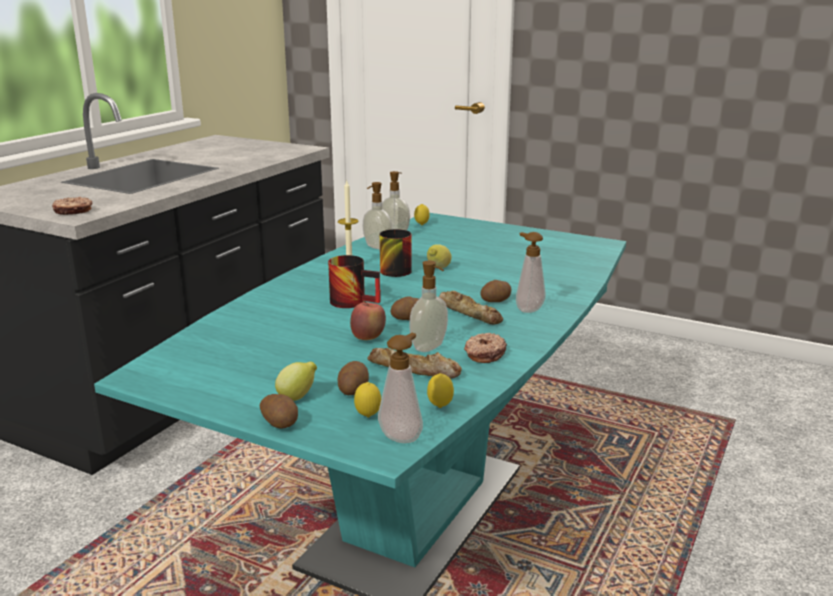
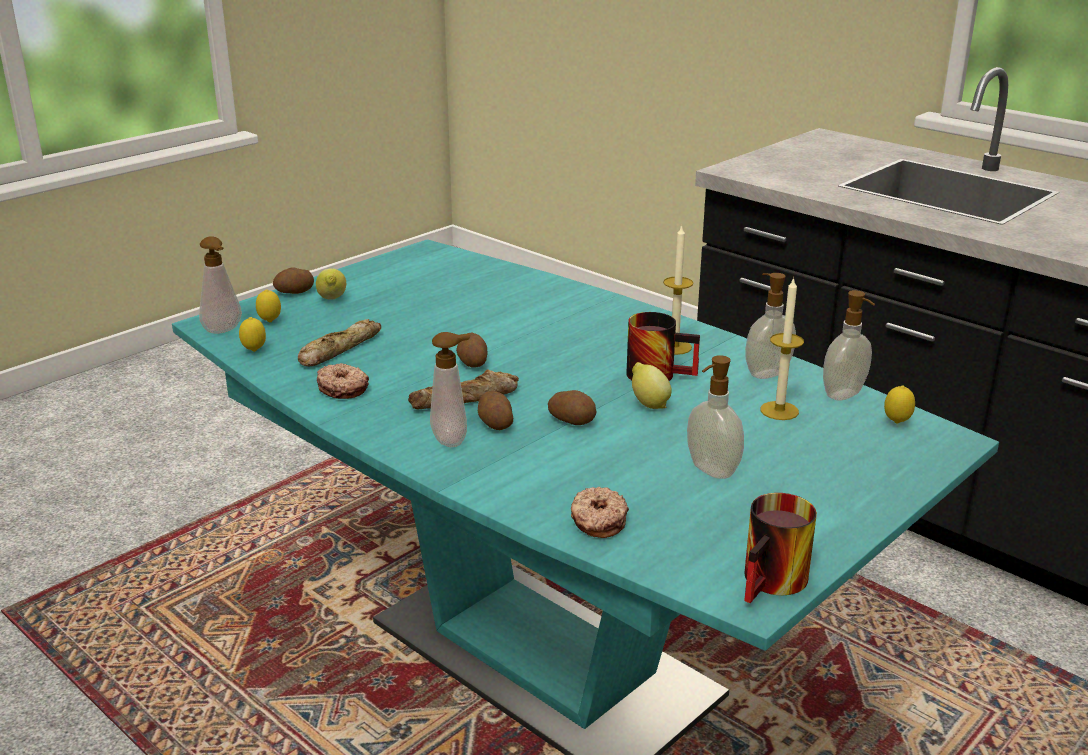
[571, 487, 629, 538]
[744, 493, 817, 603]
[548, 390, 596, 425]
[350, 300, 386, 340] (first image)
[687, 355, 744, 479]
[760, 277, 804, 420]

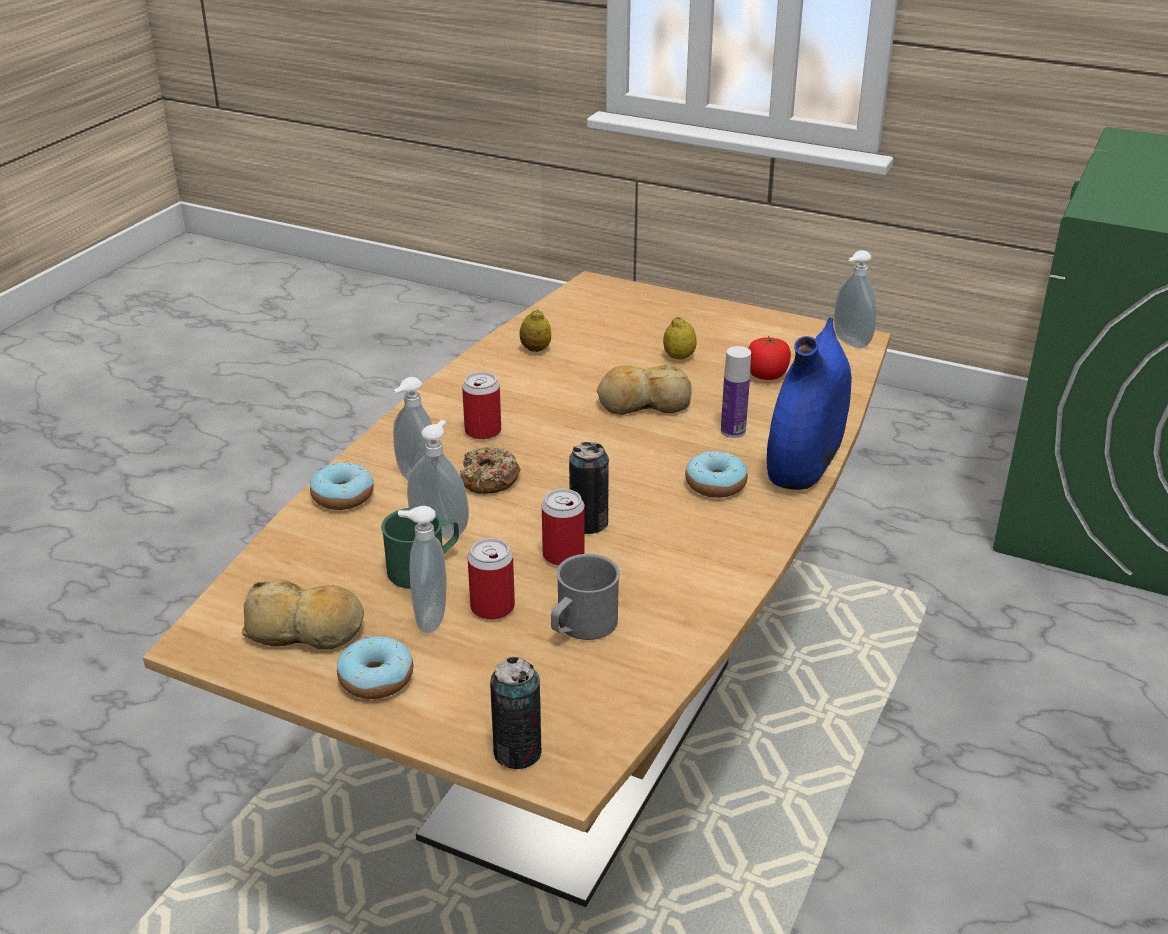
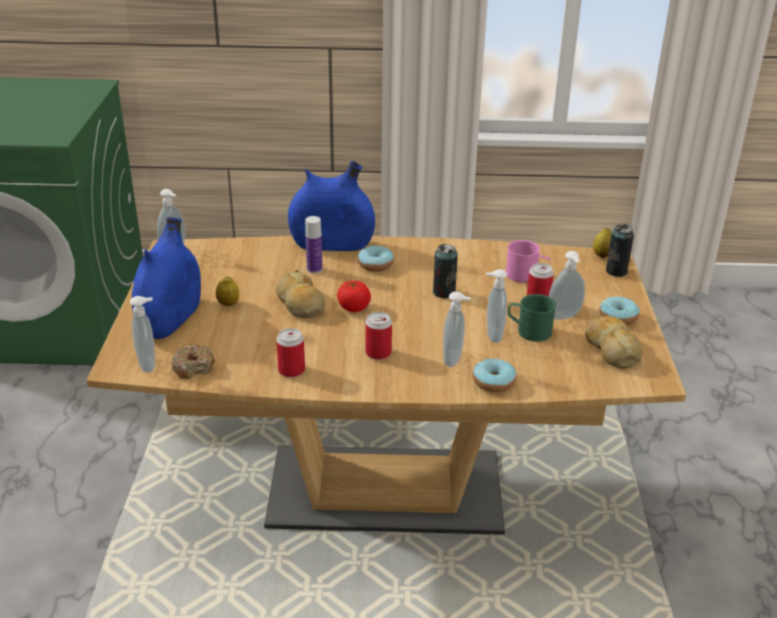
[172, 344, 215, 379]
[593, 228, 611, 258]
[276, 328, 305, 378]
[506, 240, 550, 283]
[337, 281, 371, 312]
[130, 296, 155, 373]
[132, 217, 201, 339]

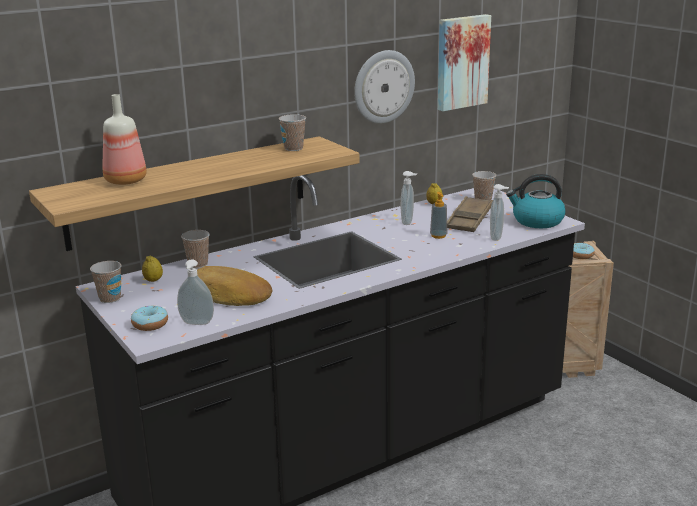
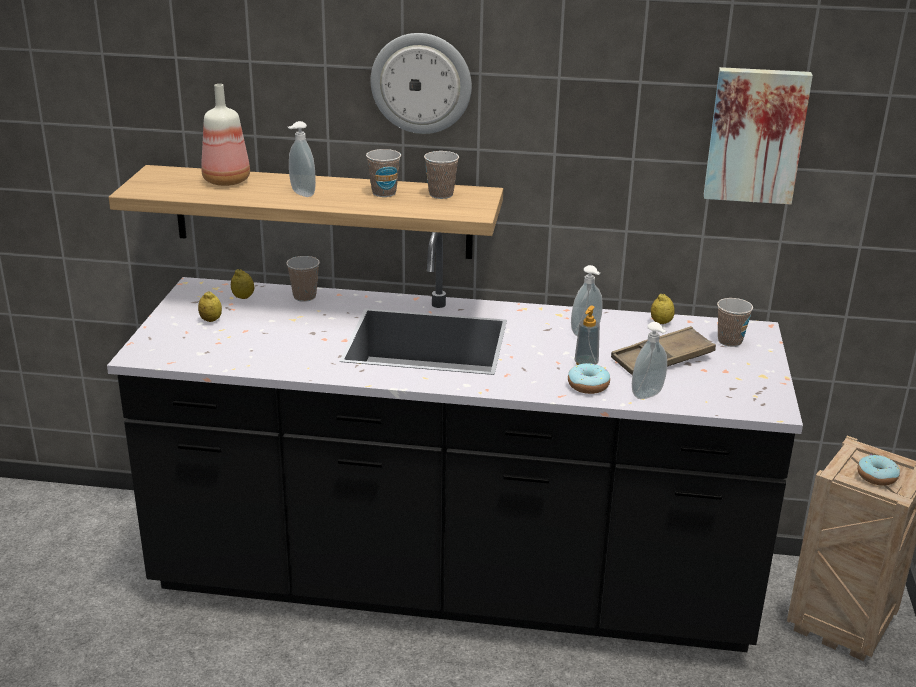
[366, 149, 401, 197]
[568, 363, 610, 394]
[288, 121, 316, 197]
[197, 266, 272, 306] (first image)
[371, 33, 472, 134]
[506, 174, 566, 228] (first image)
[198, 291, 222, 322]

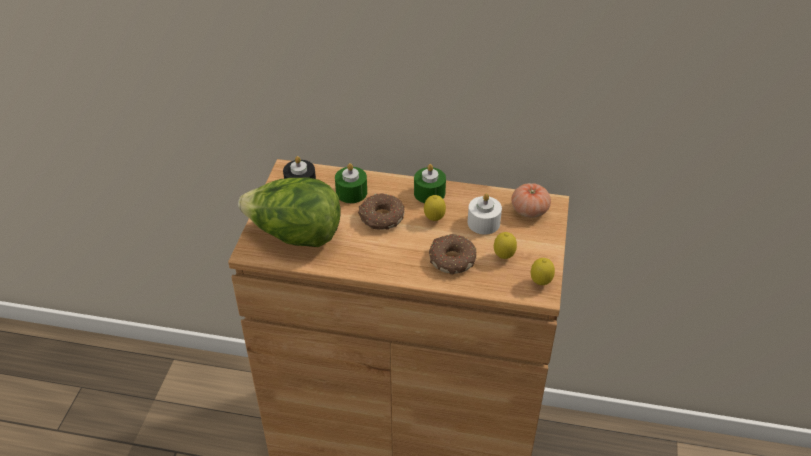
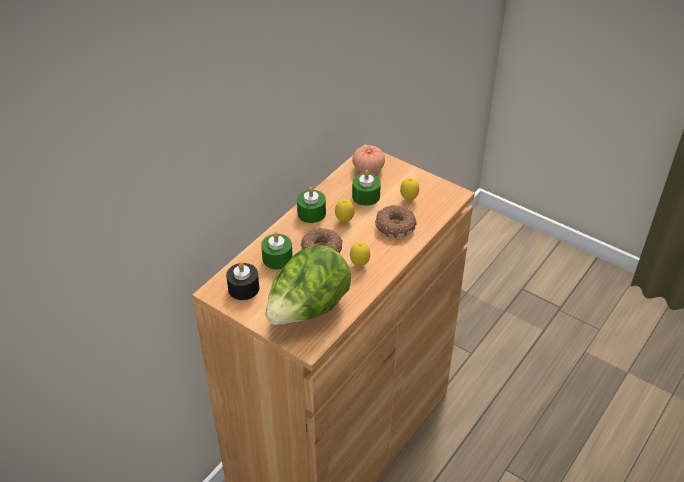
[352, 170, 381, 206]
[350, 242, 370, 266]

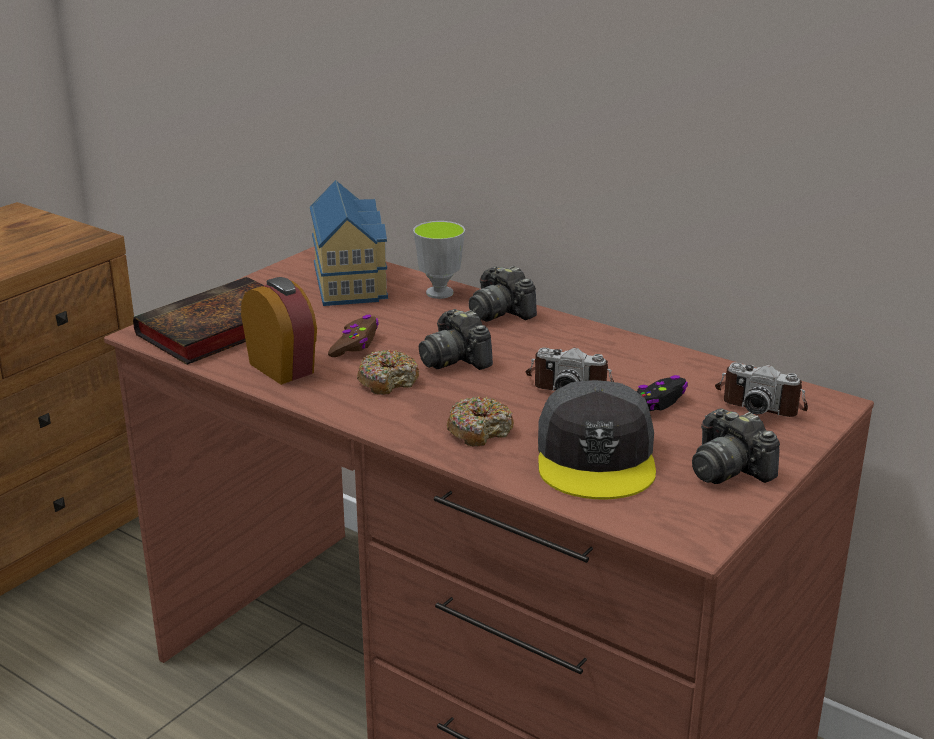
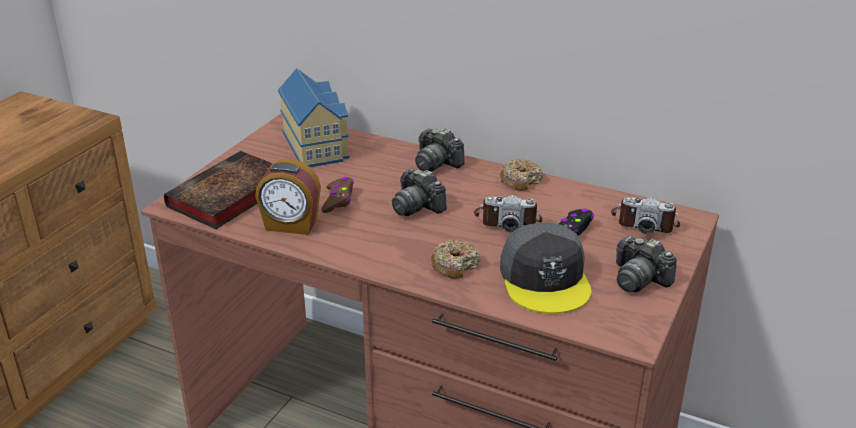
[255, 159, 321, 235]
[500, 159, 543, 191]
[413, 221, 465, 299] (first image)

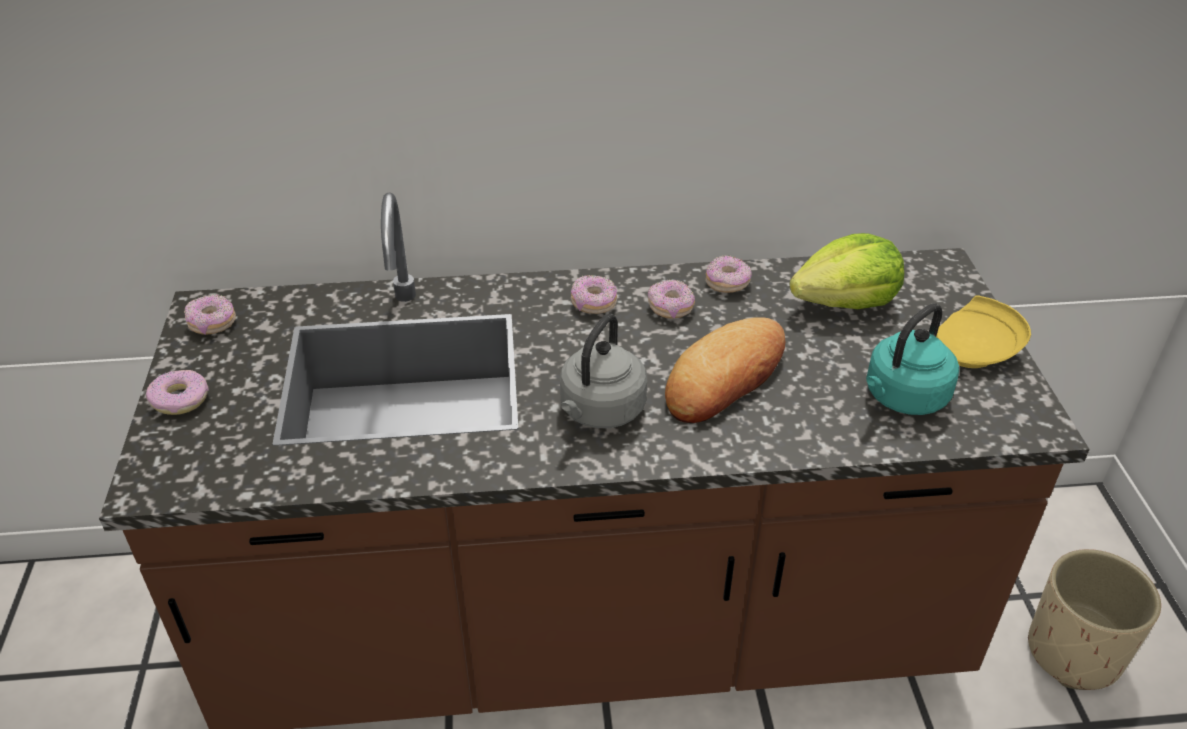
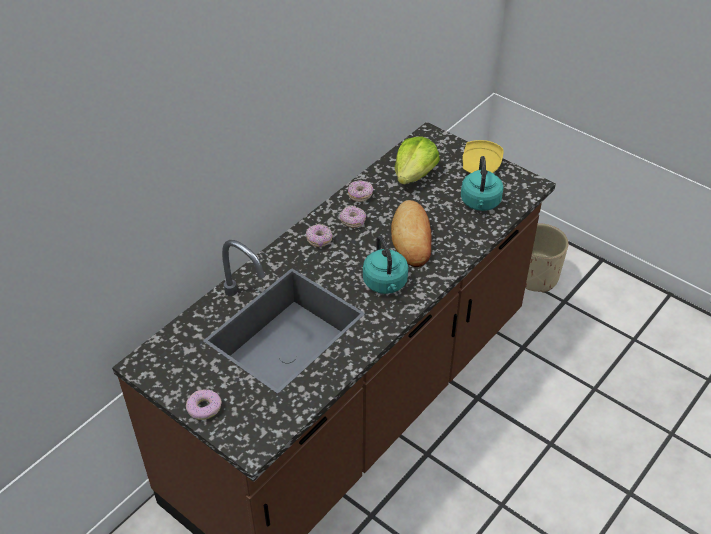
[184, 294, 236, 335] (first image)
[363, 236, 408, 294]

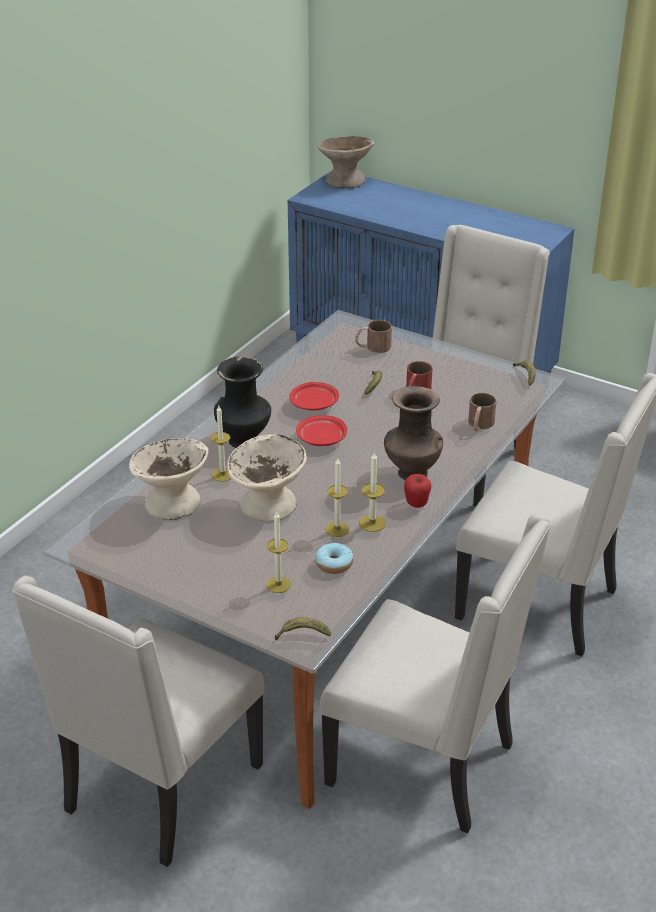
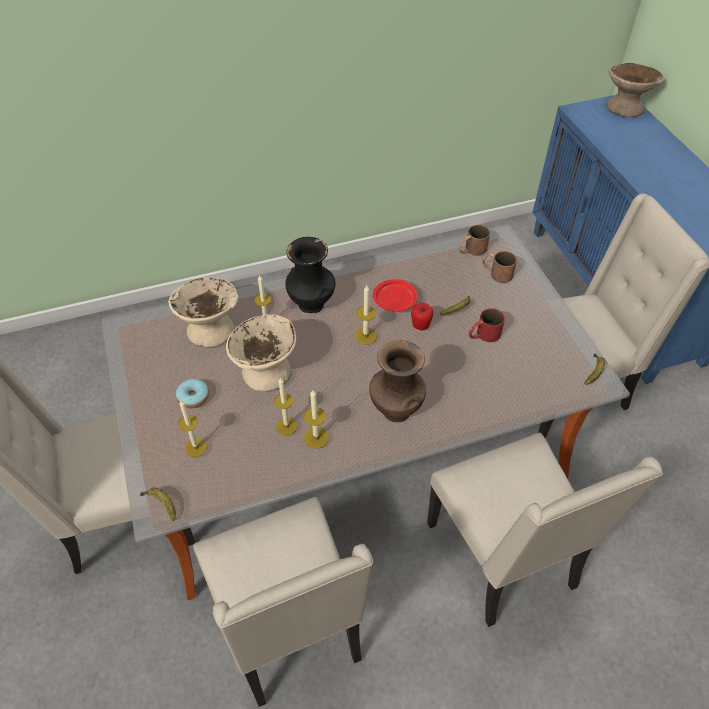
[355, 285, 377, 345]
[176, 379, 209, 408]
[411, 302, 433, 330]
[459, 225, 490, 256]

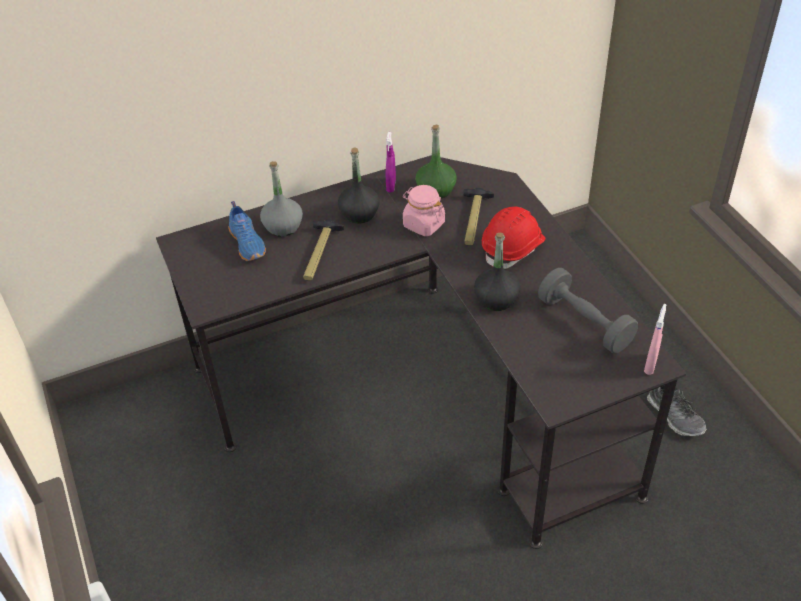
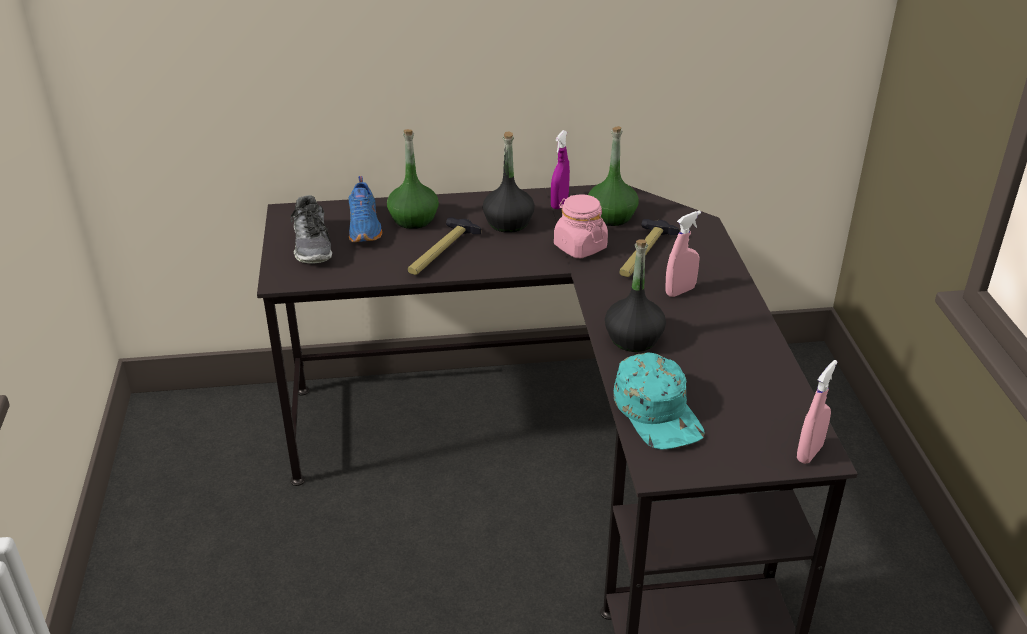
[387, 129, 439, 229]
[666, 210, 701, 297]
[538, 268, 638, 353] (first image)
[291, 195, 332, 264]
[613, 352, 705, 450]

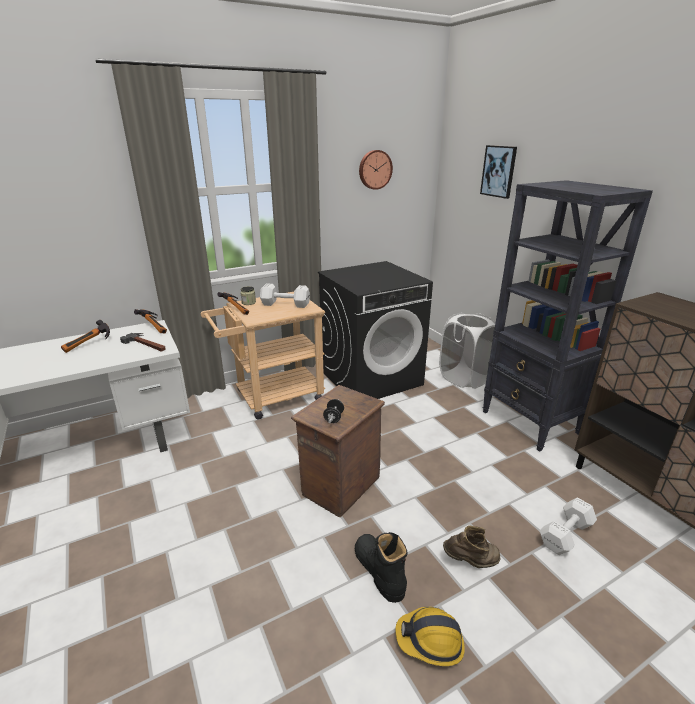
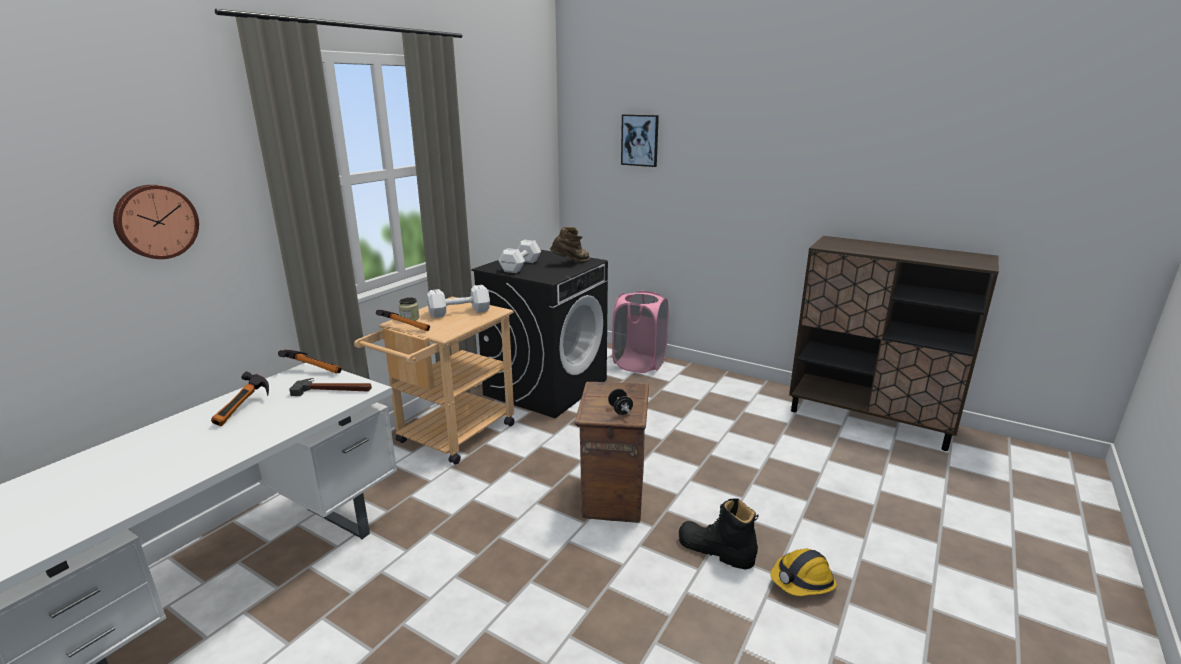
[113, 185, 199, 259]
[612, 290, 669, 373]
[550, 227, 590, 263]
[483, 180, 653, 452] (first image)
[498, 240, 541, 273]

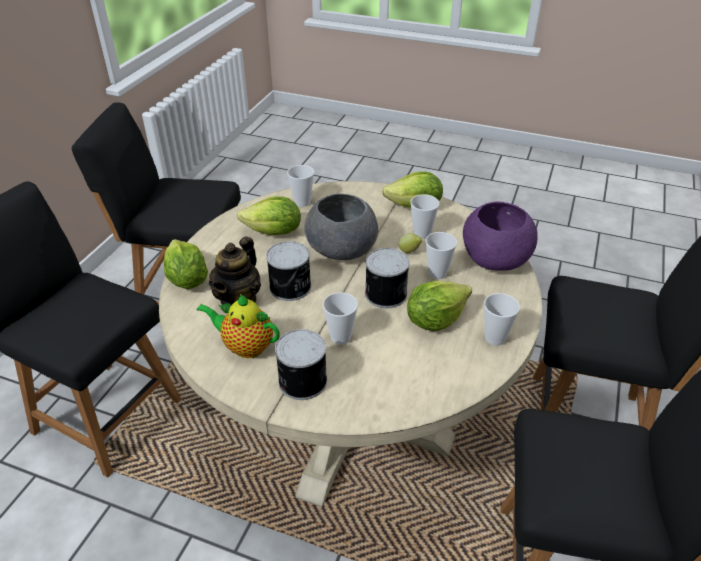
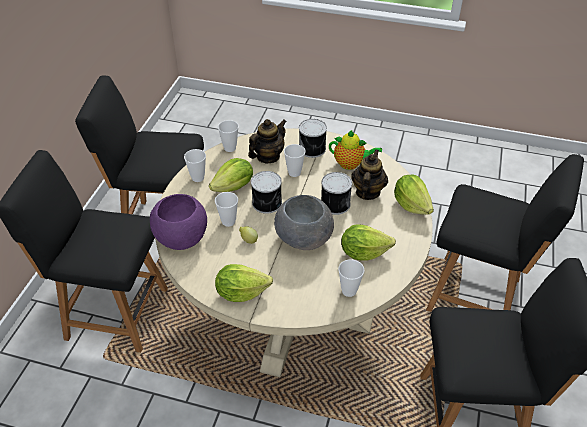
[218, 120, 239, 152]
[248, 119, 287, 163]

